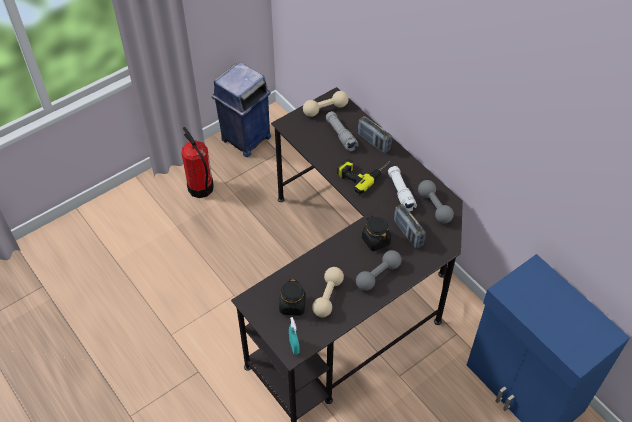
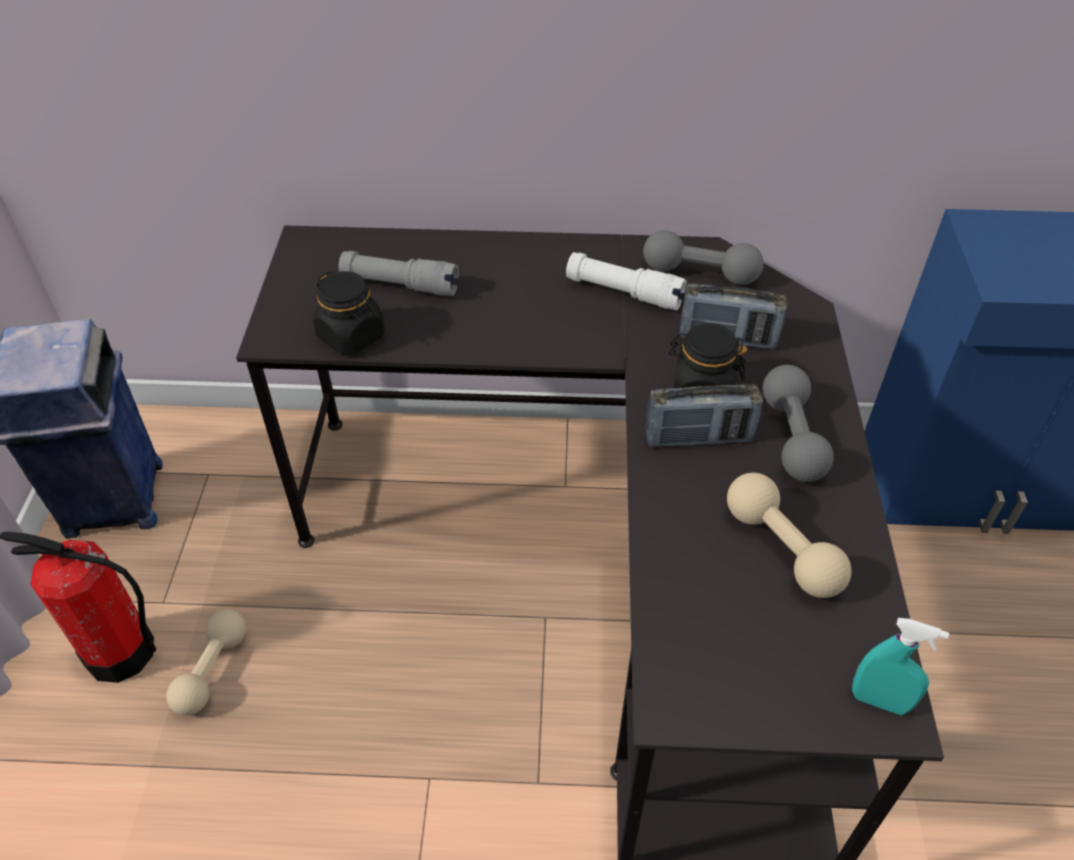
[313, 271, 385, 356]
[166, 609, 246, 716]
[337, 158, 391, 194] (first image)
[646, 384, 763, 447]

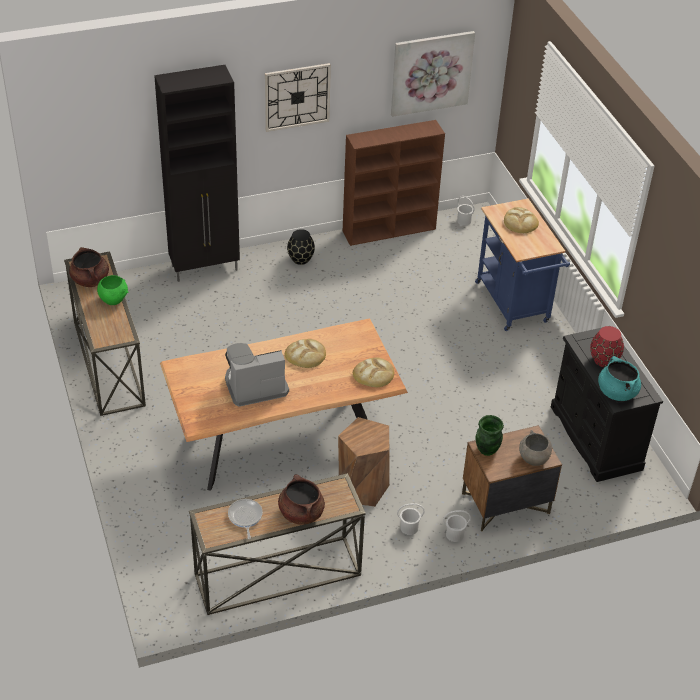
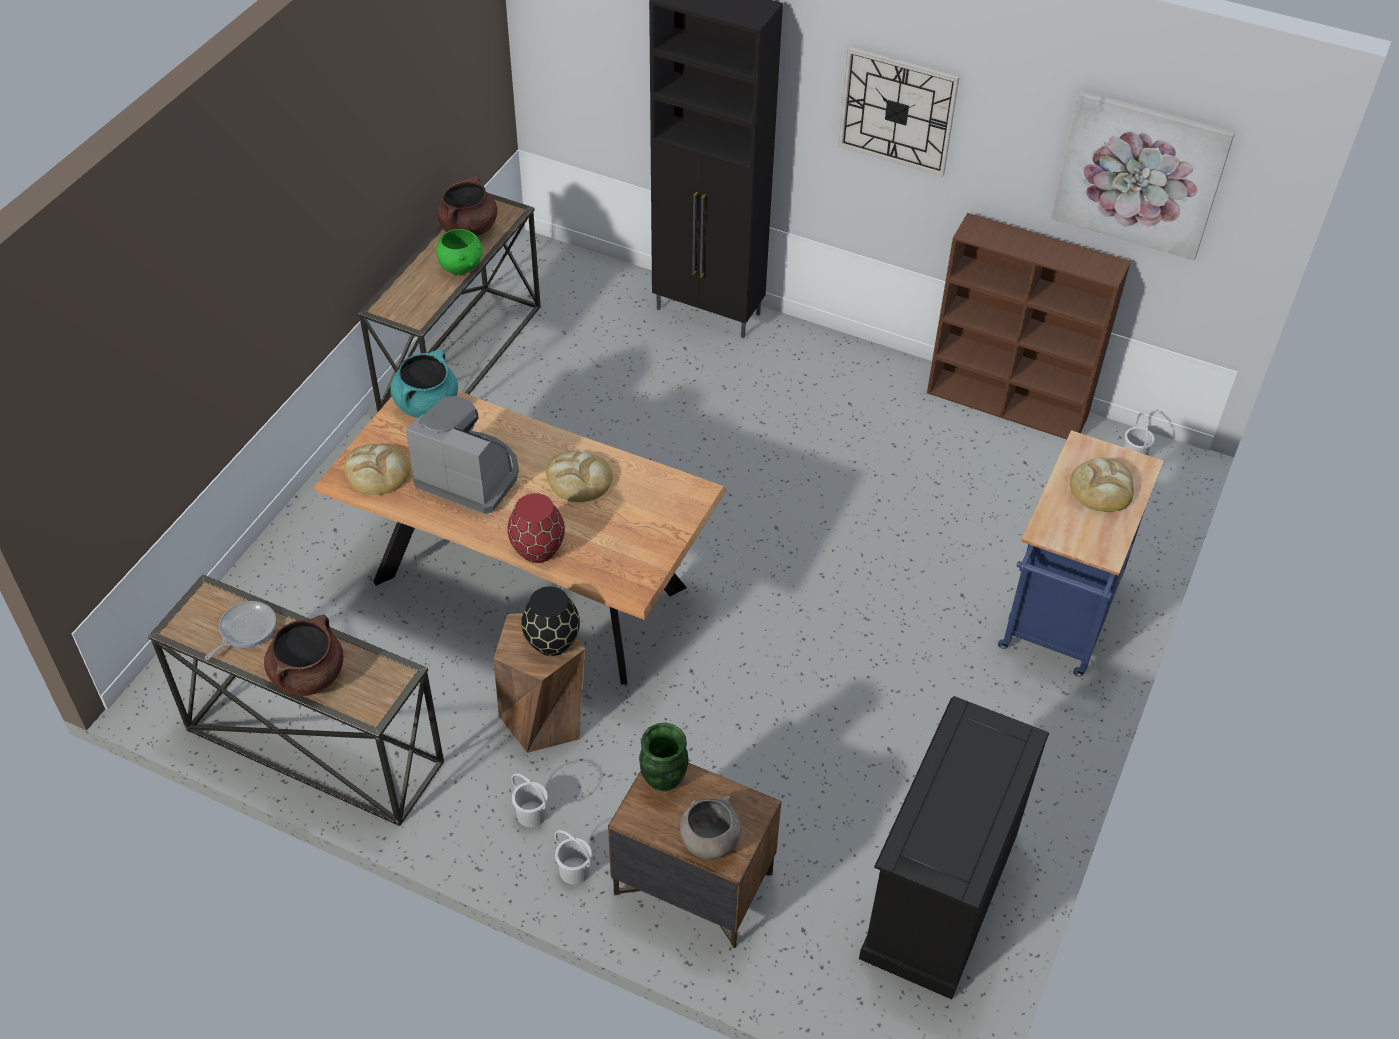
[521, 586, 580, 656]
[344, 444, 411, 495]
[507, 493, 565, 563]
[390, 349, 458, 418]

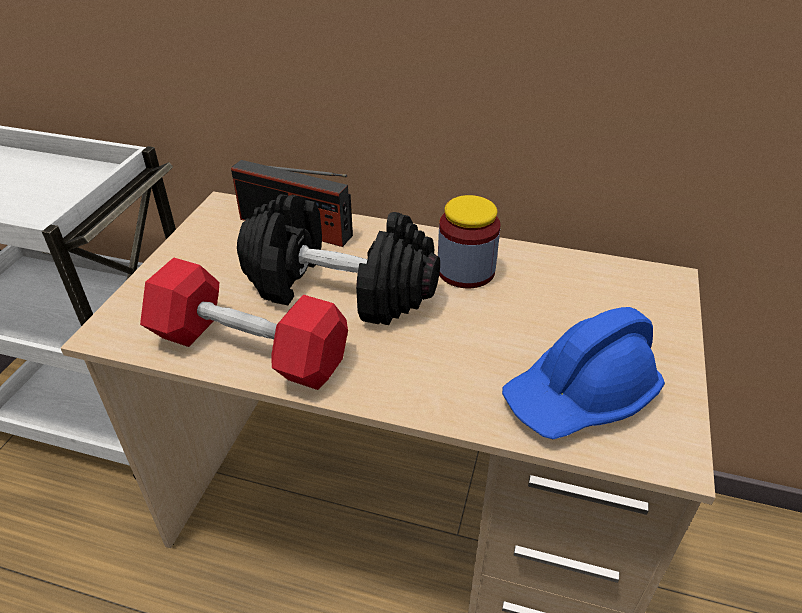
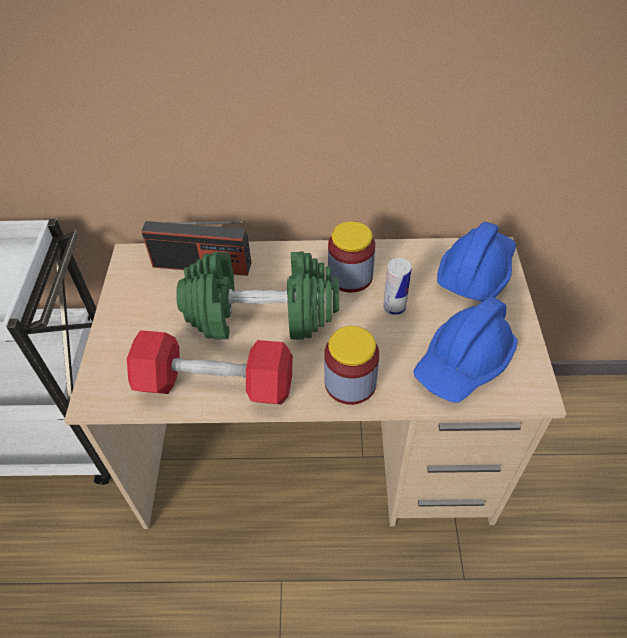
[176, 251, 339, 340]
[324, 326, 379, 405]
[383, 258, 411, 315]
[437, 222, 516, 302]

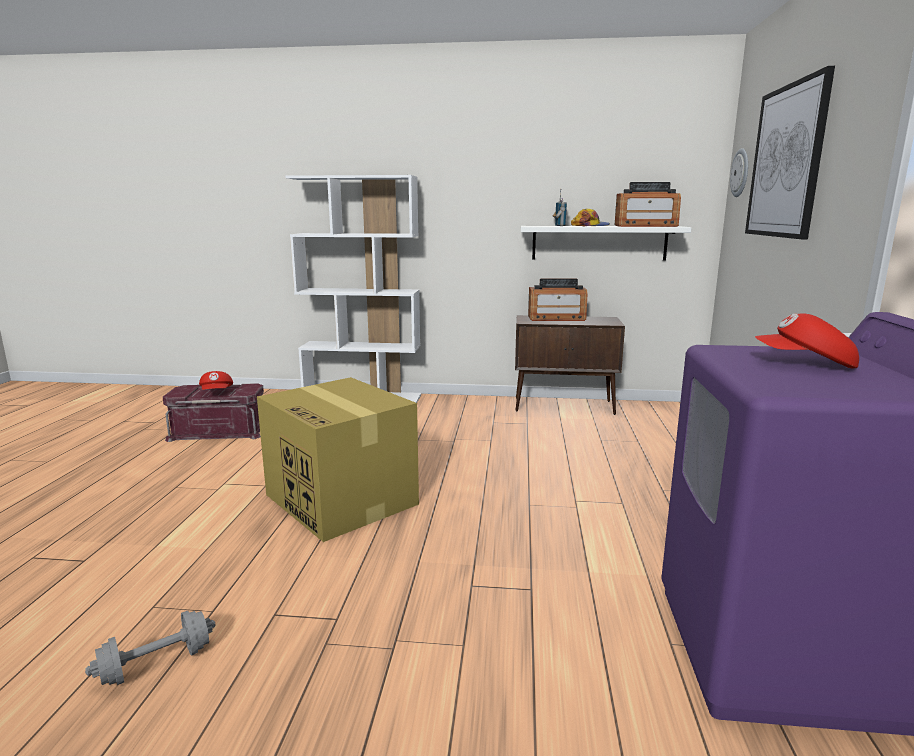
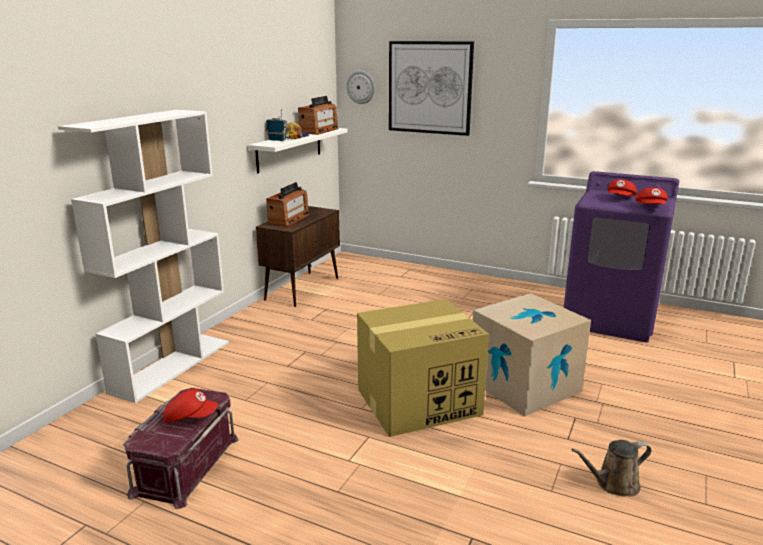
[571, 440, 651, 497]
[473, 293, 591, 417]
[635, 188, 668, 204]

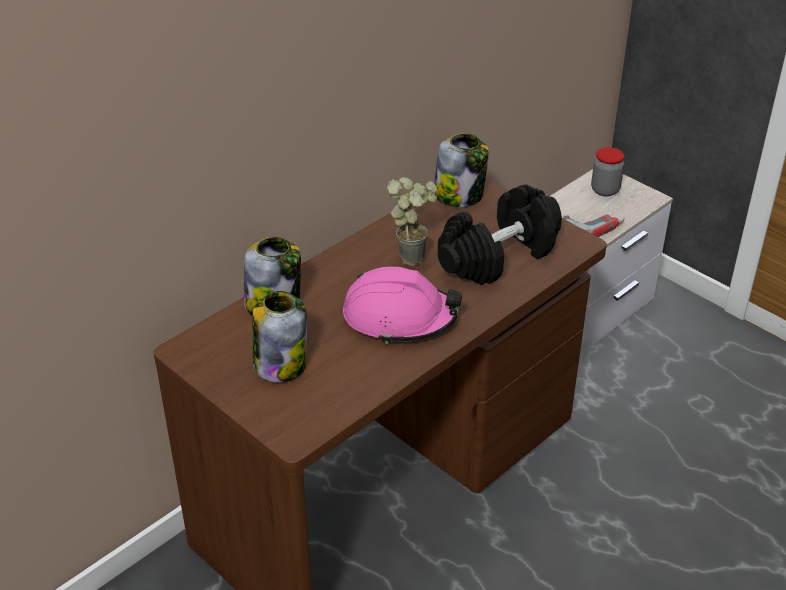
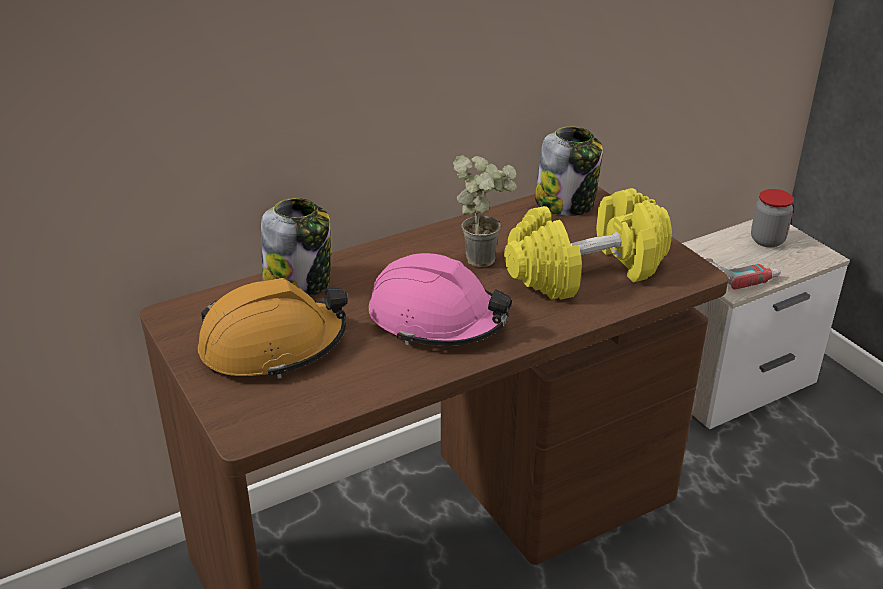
[198, 278, 347, 379]
[504, 188, 672, 300]

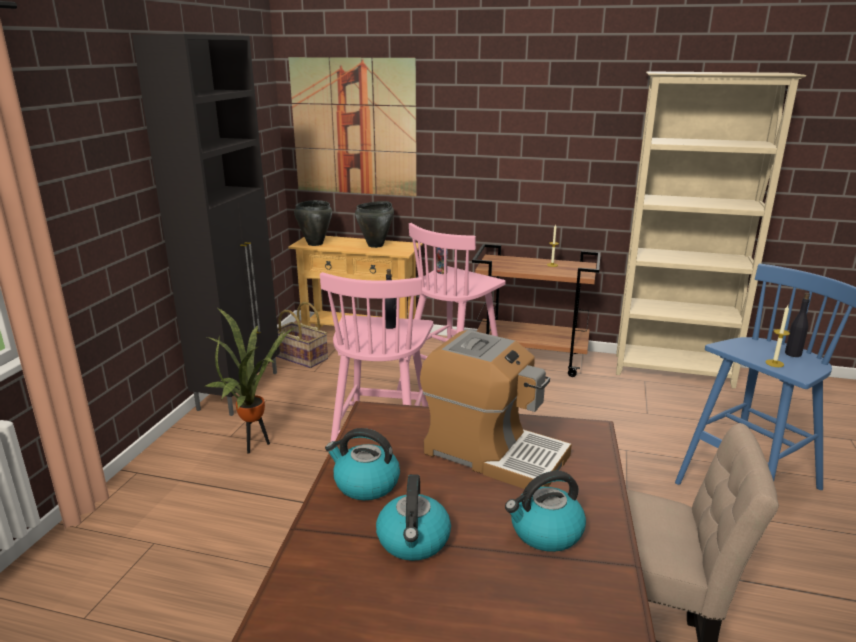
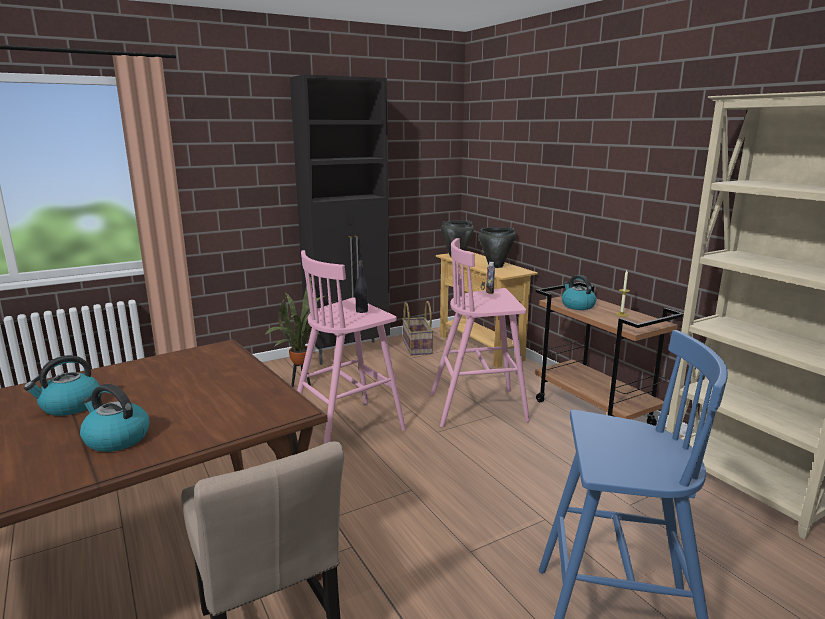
[288, 57, 417, 196] (first image)
[562, 275, 596, 310]
[420, 330, 572, 489] (first image)
[765, 305, 790, 367] (first image)
[785, 293, 810, 357] (first image)

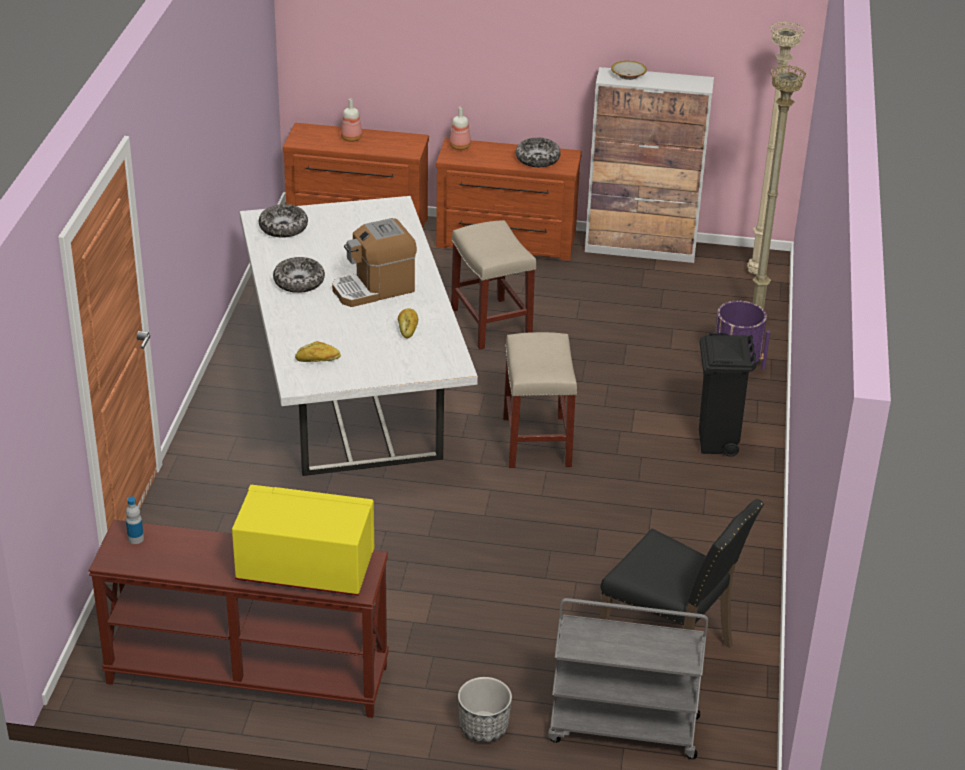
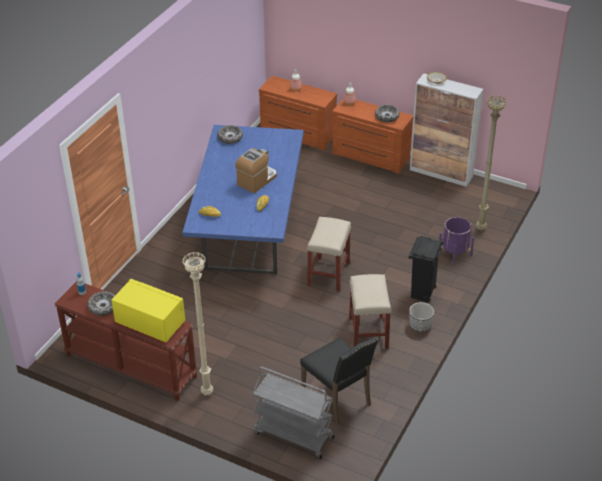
[182, 125, 304, 274]
[87, 291, 115, 316]
[235, 148, 277, 193]
[349, 274, 391, 349]
[409, 302, 434, 332]
[183, 252, 213, 396]

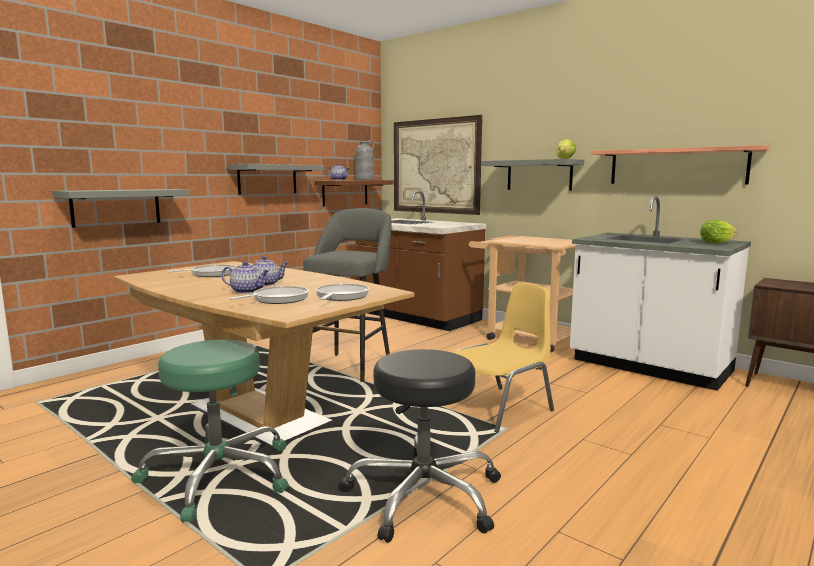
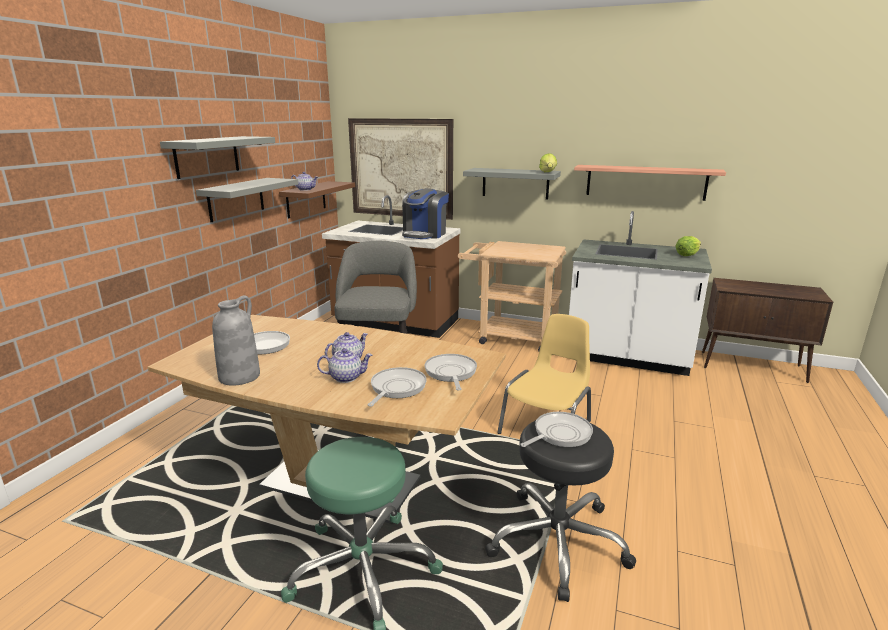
[160, 136, 275, 179]
[212, 295, 260, 386]
[402, 188, 449, 239]
[520, 412, 593, 447]

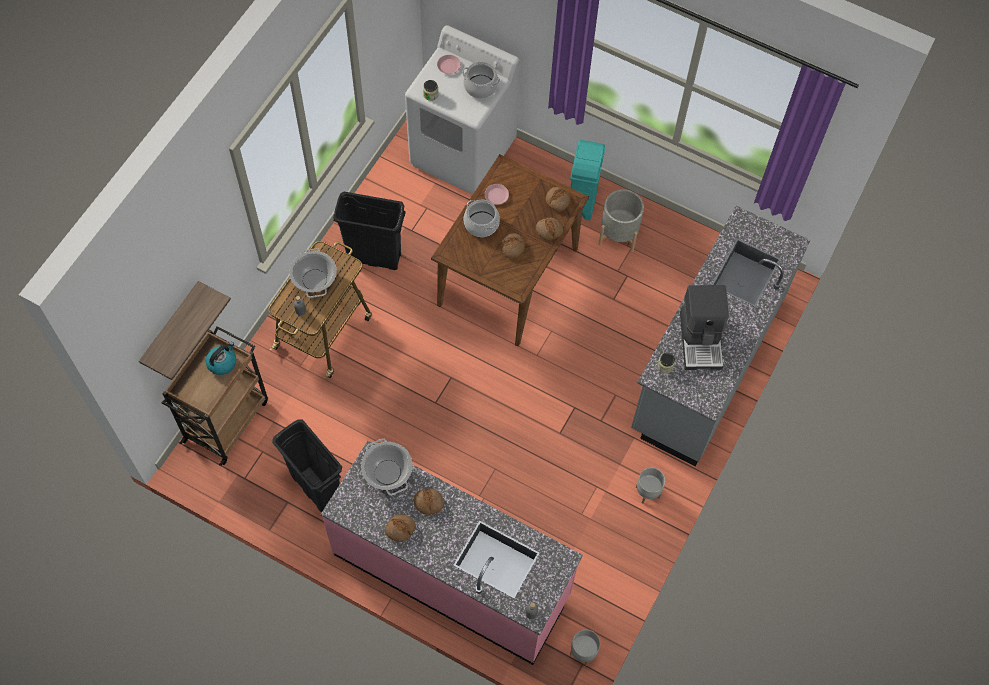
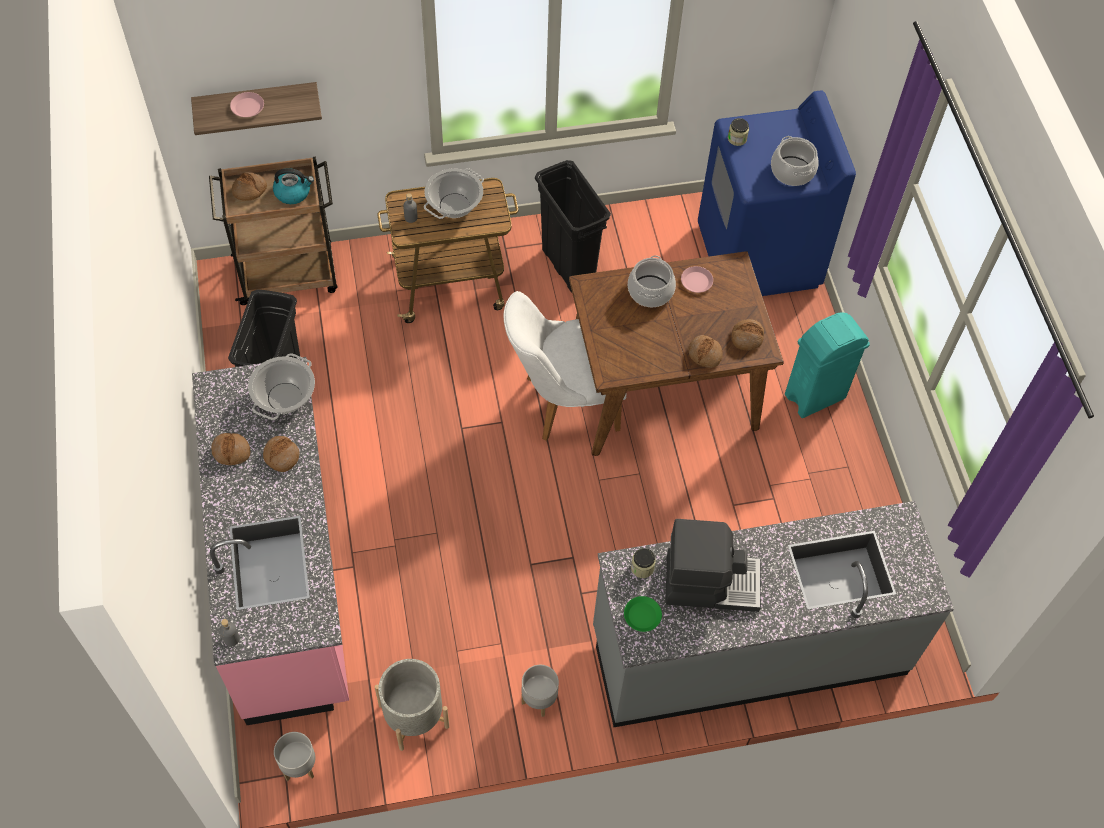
[698, 91, 856, 296]
[230, 92, 264, 117]
[232, 172, 267, 201]
[375, 659, 449, 751]
[665, 519, 761, 612]
[504, 291, 627, 441]
[624, 596, 662, 632]

